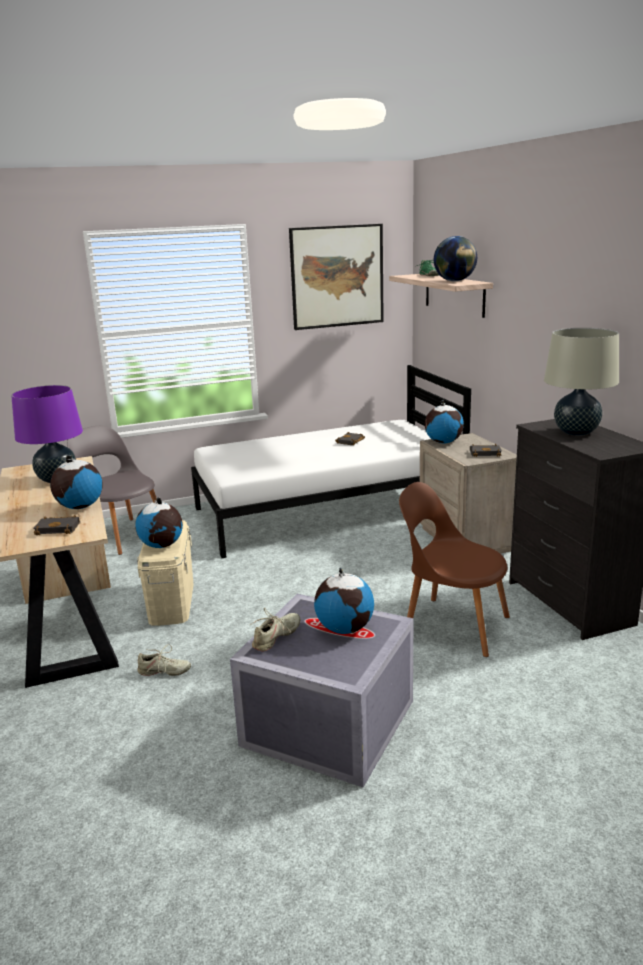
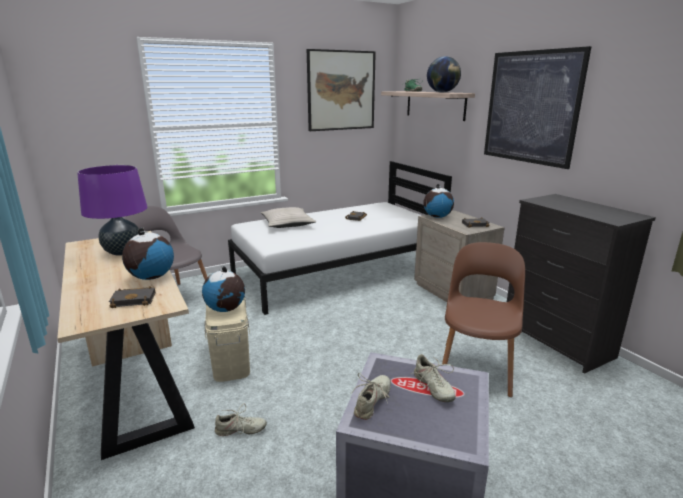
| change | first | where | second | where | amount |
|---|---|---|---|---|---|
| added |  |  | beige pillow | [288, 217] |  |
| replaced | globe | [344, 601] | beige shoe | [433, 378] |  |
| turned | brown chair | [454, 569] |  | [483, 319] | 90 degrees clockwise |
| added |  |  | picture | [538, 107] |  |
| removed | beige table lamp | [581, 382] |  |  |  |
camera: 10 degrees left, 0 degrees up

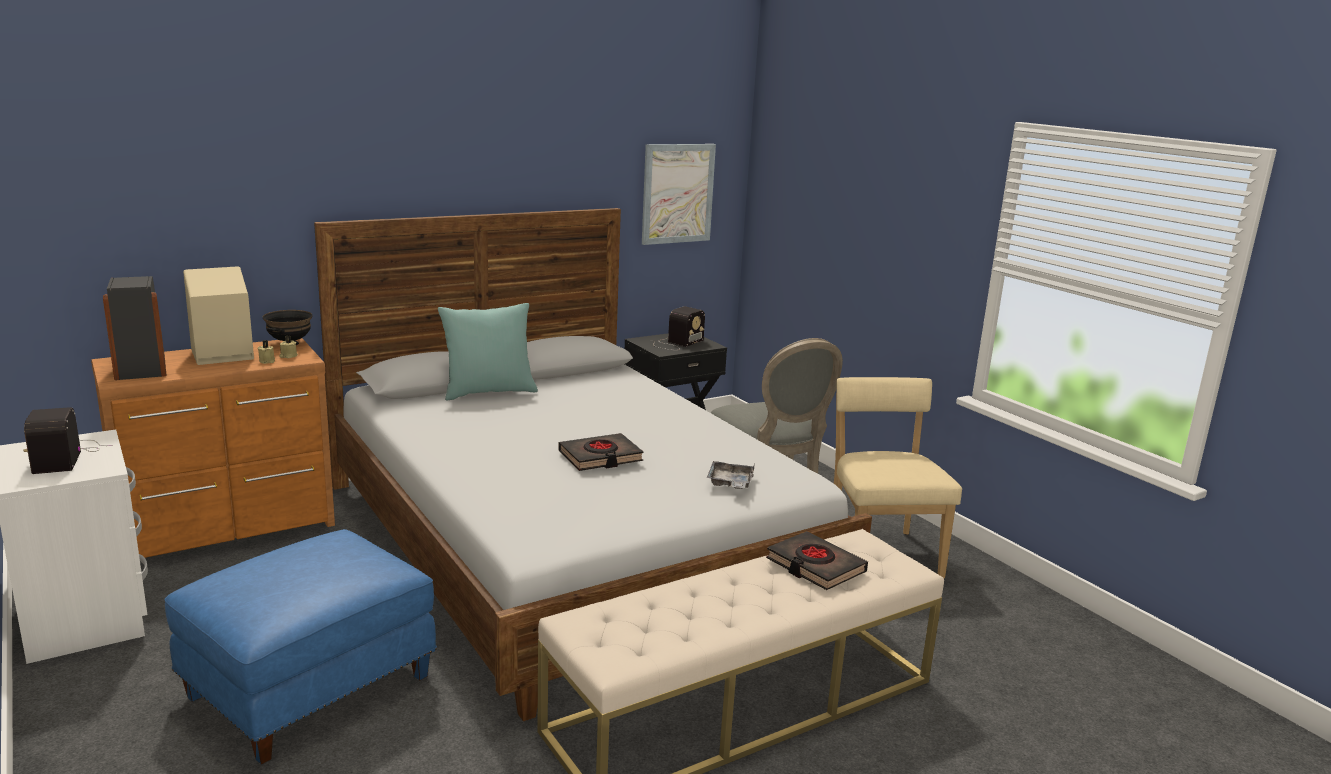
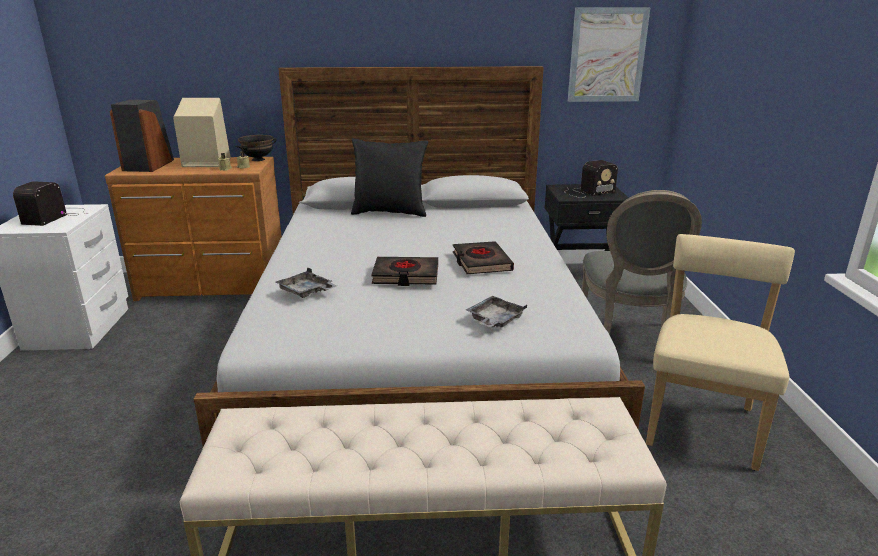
| change | first | where | second | where | amount |
|---|---|---|---|---|---|
| added |  |  | grey tray | [306, 282] |  |
| recoloured | turquoise pillow | [488, 352] | black pillow | [389, 177] |  |
| moved | black book | [817, 560] |  | [483, 257] |  |
| removed | blue ottoman | [300, 646] |  |  |  |
camera: 30 degrees right, 5 degrees up

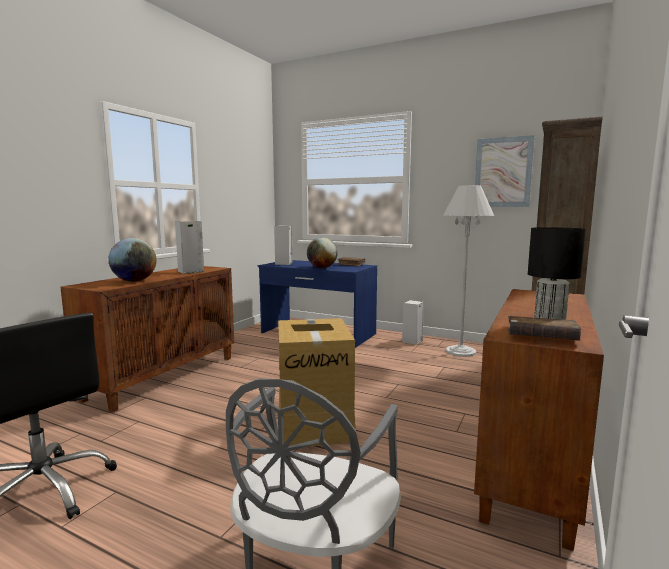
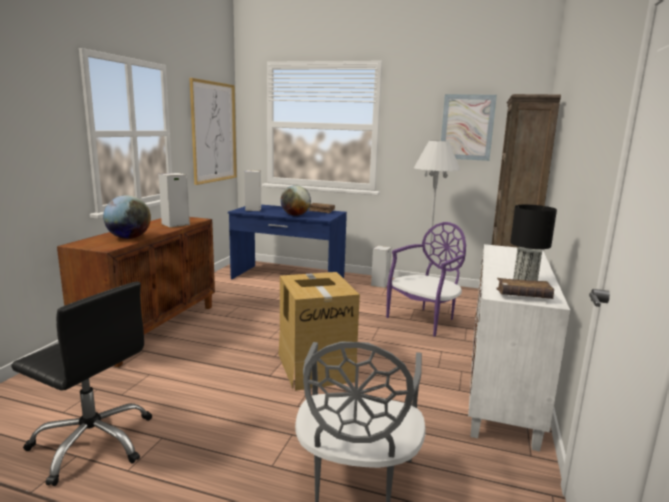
| change | first | where | second | where | amount |
|---|---|---|---|---|---|
| added |  |  | picture | [213, 131] |  |
| added |  |  | purple chair | [426, 279] |  |
| recoloured | brown cabinet | [539, 420] | white cabinet | [519, 348] |  |
camera: 10 degrees left, 5 degrees up

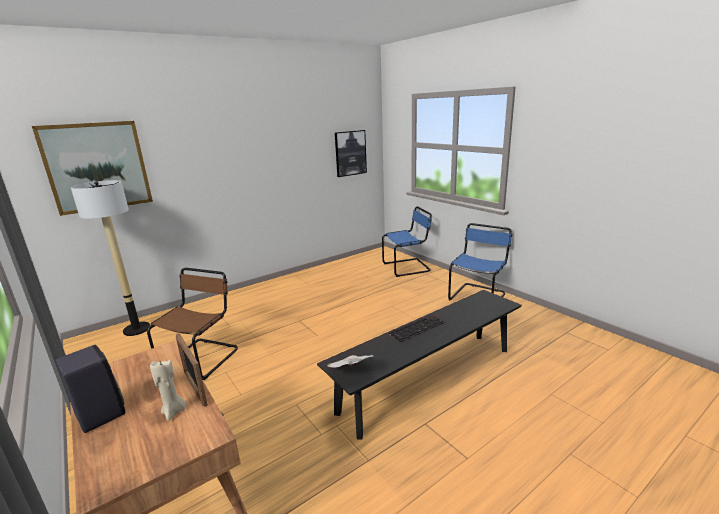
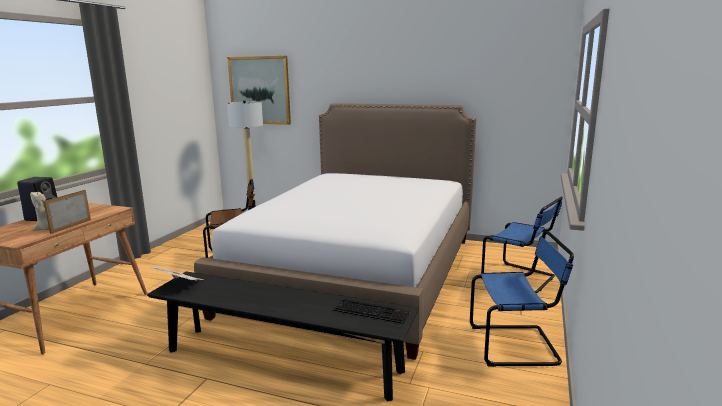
| change | first | where | second | where | amount |
|---|---|---|---|---|---|
| added |  |  | bed | [335, 232] |  |
| moved | keyboard | [417, 328] |  | [371, 311] |  |
| removed | picture | [351, 153] |  |  |  |
camera: 55 degrees right, 5 degrees down

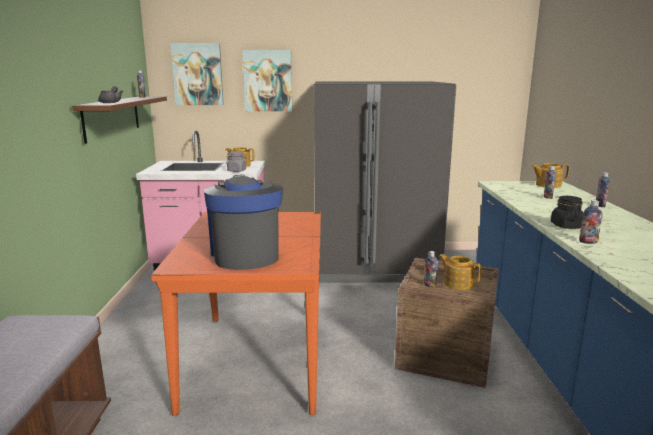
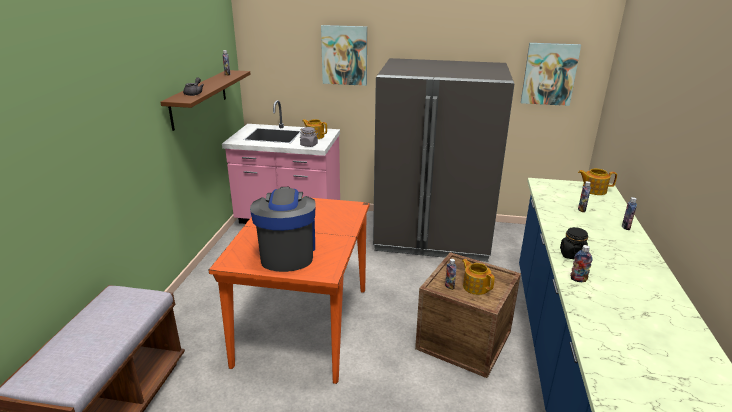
| change | first | where | second | where | amount |
|---|---|---|---|---|---|
| moved | picture | [197, 74] |  | [551, 74] |  |
camera: 10 degrees right, 10 degrees up

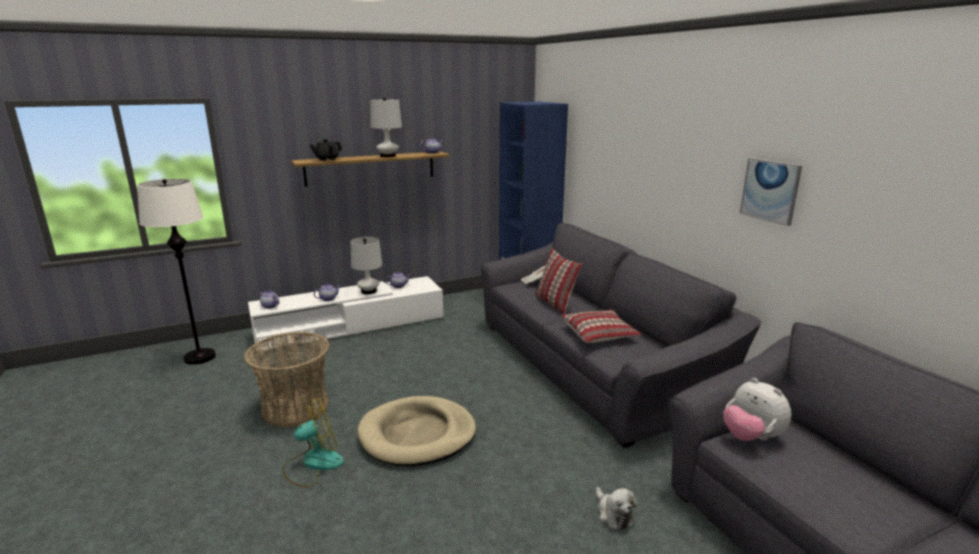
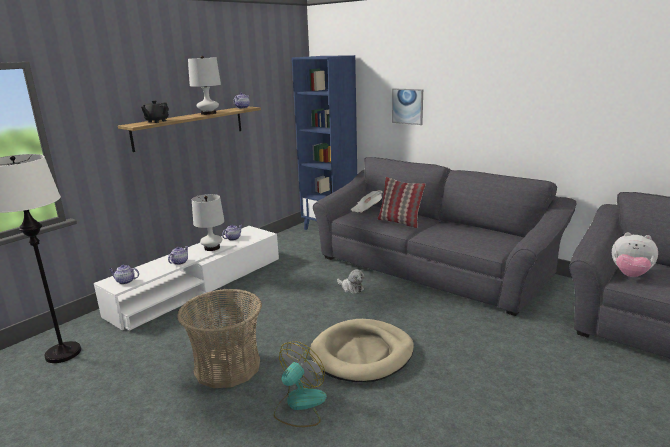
| change | first | where | second | where | amount |
|---|---|---|---|---|---|
| moved | plush toy | [616, 508] |  | [351, 281] |  |
| moved | picture | [771, 192] |  | [407, 106] |  |
| removed | pillow | [601, 326] |  |  |  |
camera: 25 degrees left, 0 degrees up

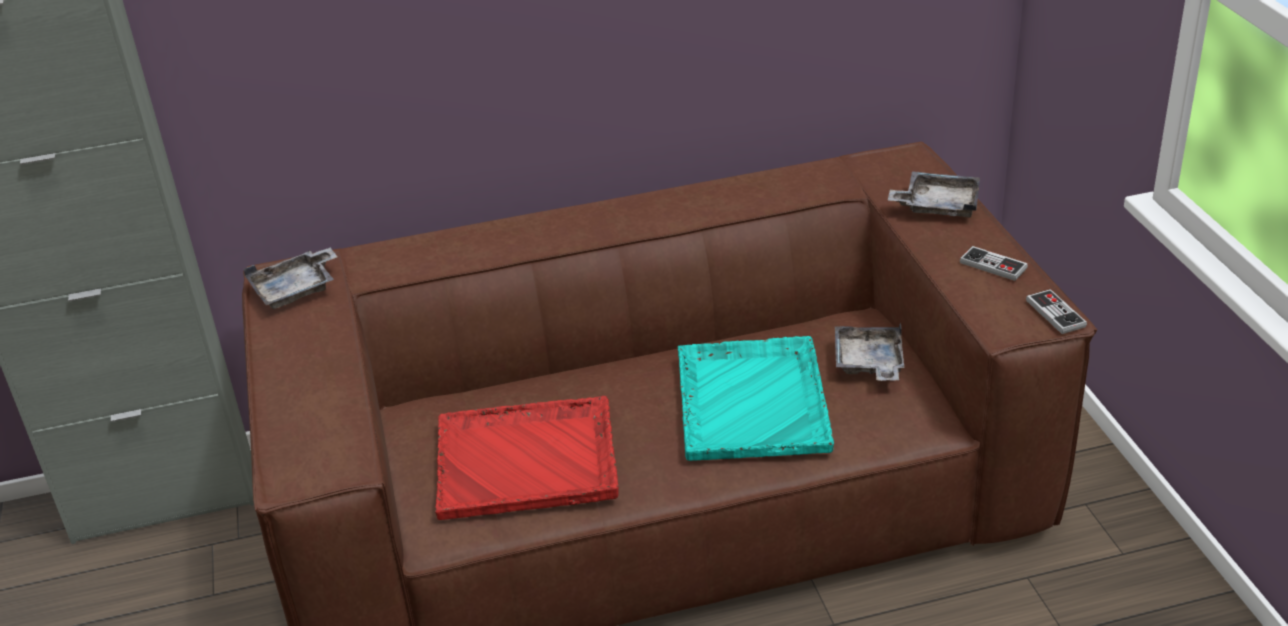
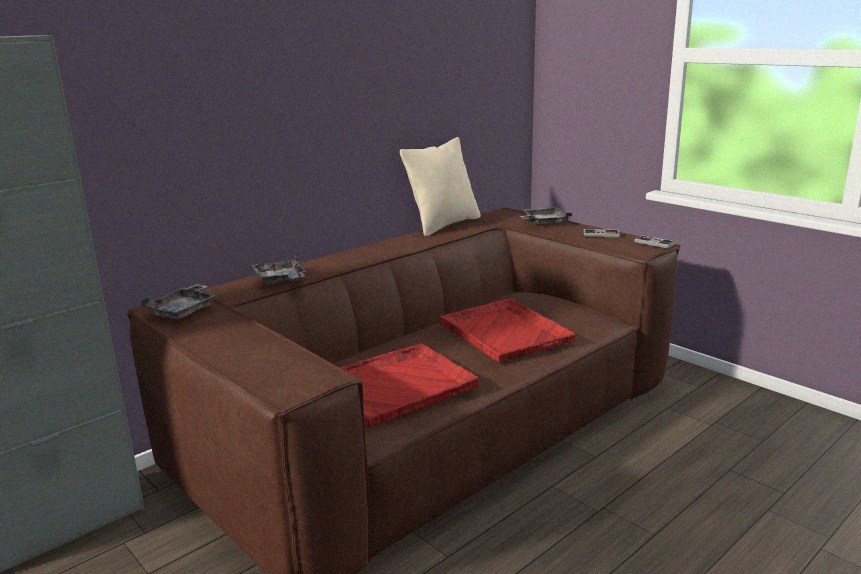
| change | first | where | second | where | amount |
|---|---|---|---|---|---|
| moved | grey tray | [869, 352] |  | [278, 270] |  |
| added |  |  | beige pillow | [440, 187] |  |
| recoloured | turquoise tray | [755, 398] | red tray | [508, 330] |  |
camera: 30 degrees left, 15 degrees down

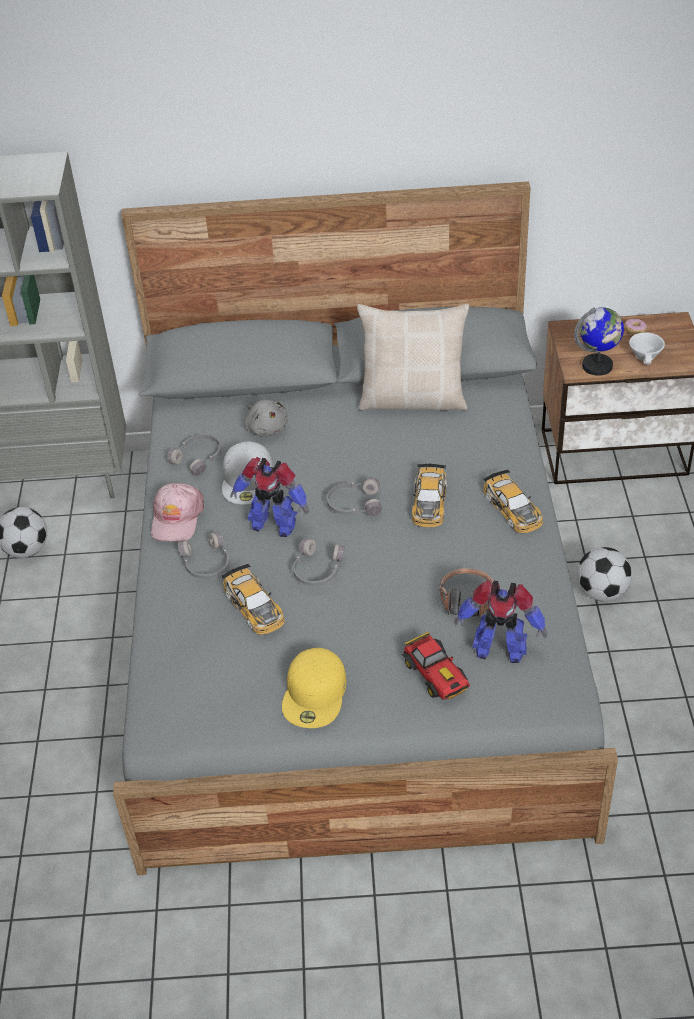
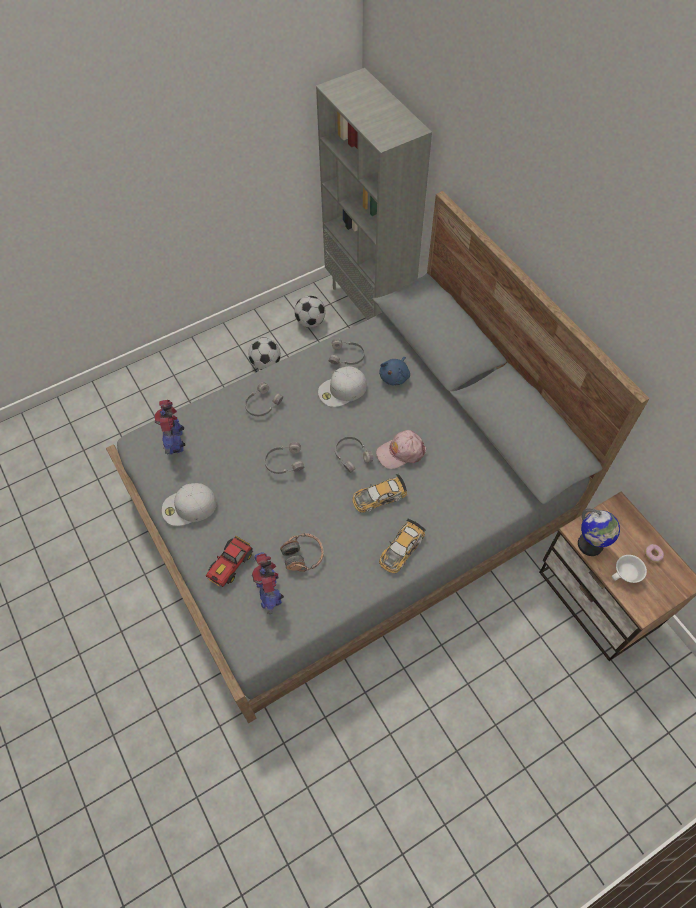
| change | first | where | second | where | amount |
|---|---|---|---|---|---|
| moved | toy robot | [269, 497] |  | [170, 427] |  |
| recoloured | yellow cap | [314, 688] | white cap | [189, 504] |  |
| moved | football | [604, 574] |  | [264, 354] |  |
| moved | pink cap | [177, 512] |  | [401, 449] |  |
| recoloured | grey plush toy | [266, 418] | blue plush toy | [394, 371] |  |
| removed | toy car | [253, 599] |  |  |  |
| removed | beige pillow | [413, 357] |  |  |  |
camera: 60 degrees right, 15 degrees up

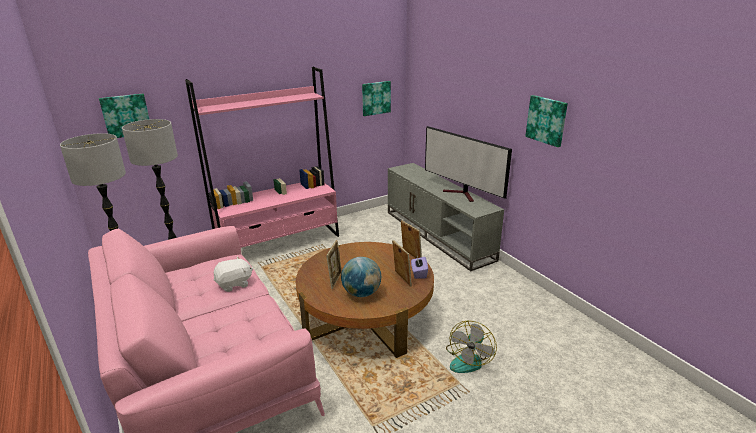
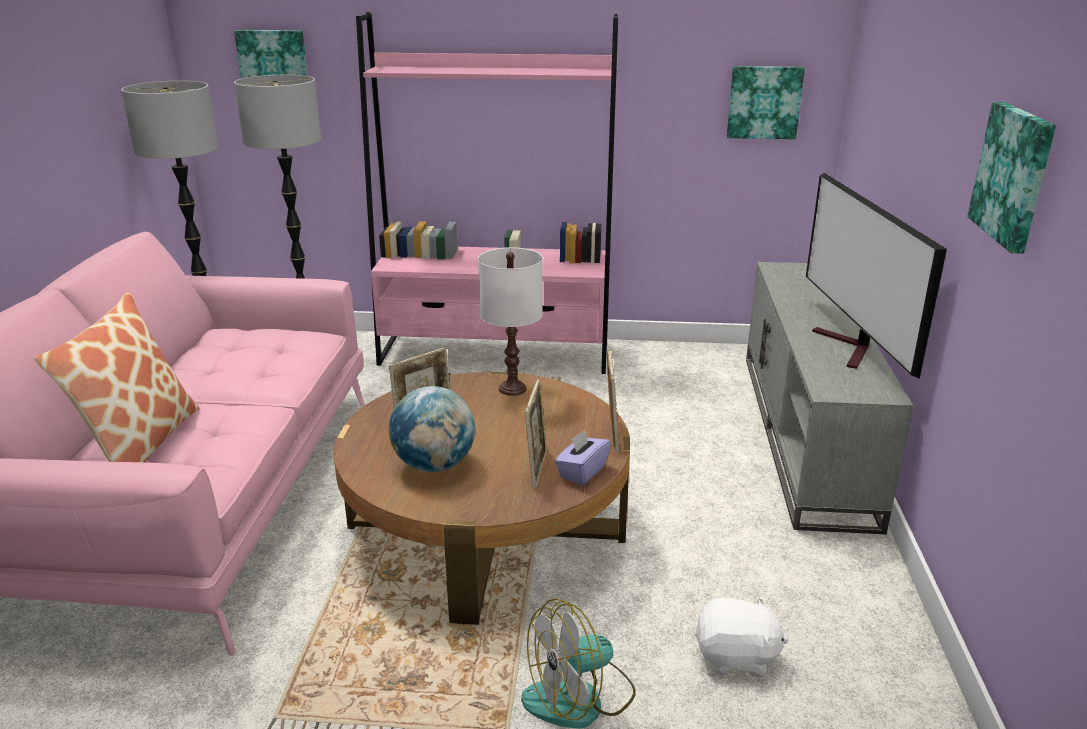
| change | first | where | second | where | amount |
|---|---|---|---|---|---|
| added |  |  | pillow | [117, 377] |  |
| added |  |  | white table lamp | [510, 321] |  |
| moved | white plush toy | [233, 274] |  | [741, 636] |  |
camera: 35 degrees right, 0 degrees up

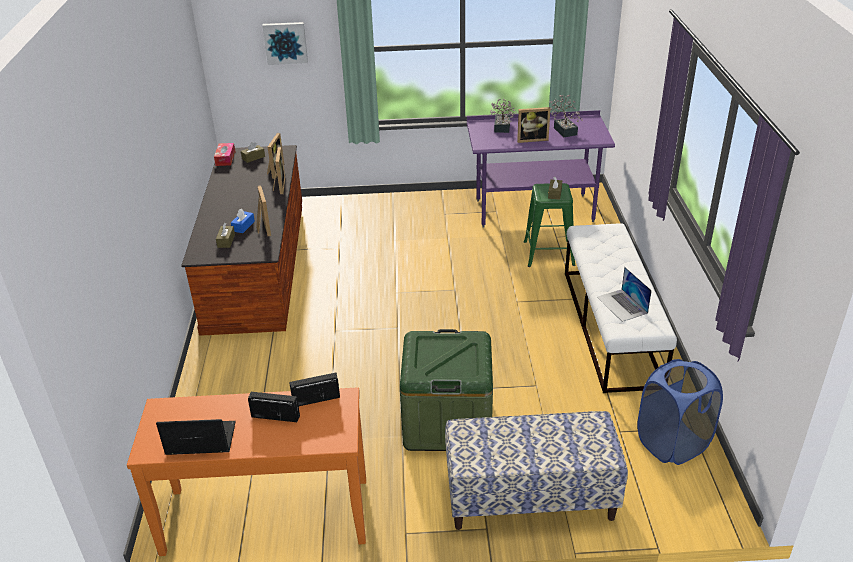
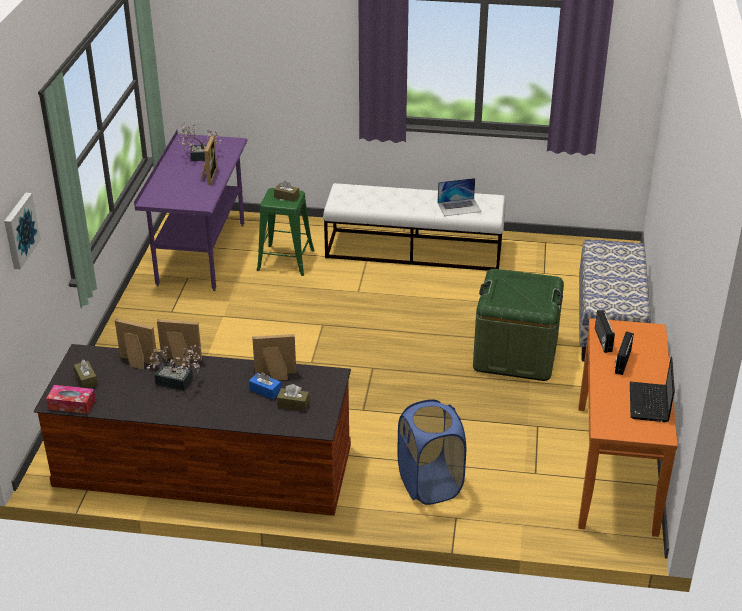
| change | first | where | second | where | amount |
|---|---|---|---|---|---|
| moved | potted plant | [503, 116] |  | [173, 367] |  |
| moved | blue laundry basket | [680, 412] |  | [431, 452] |  |
camera: 80 degrees left, 0 degrees up

